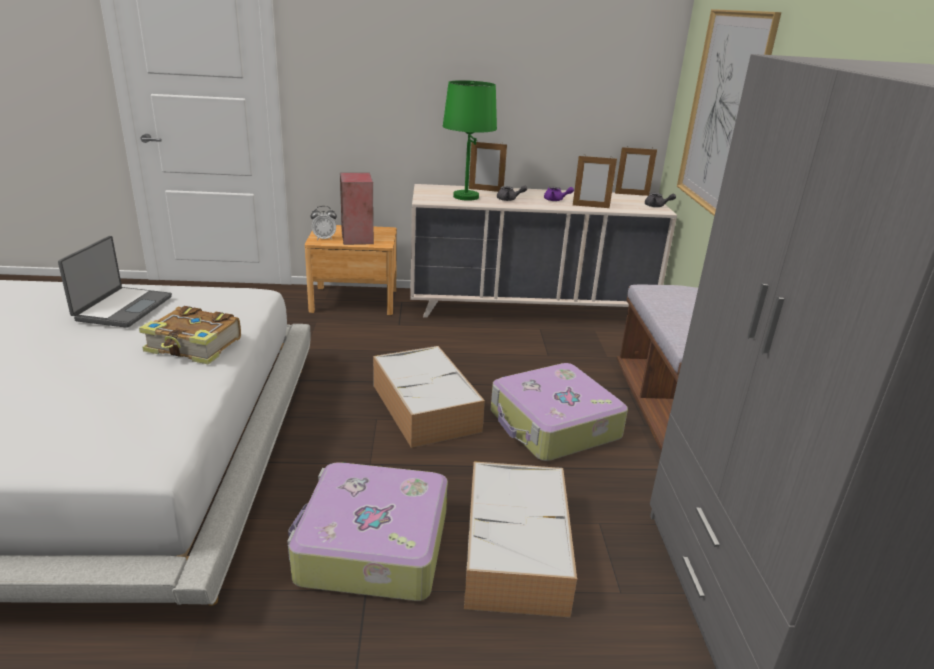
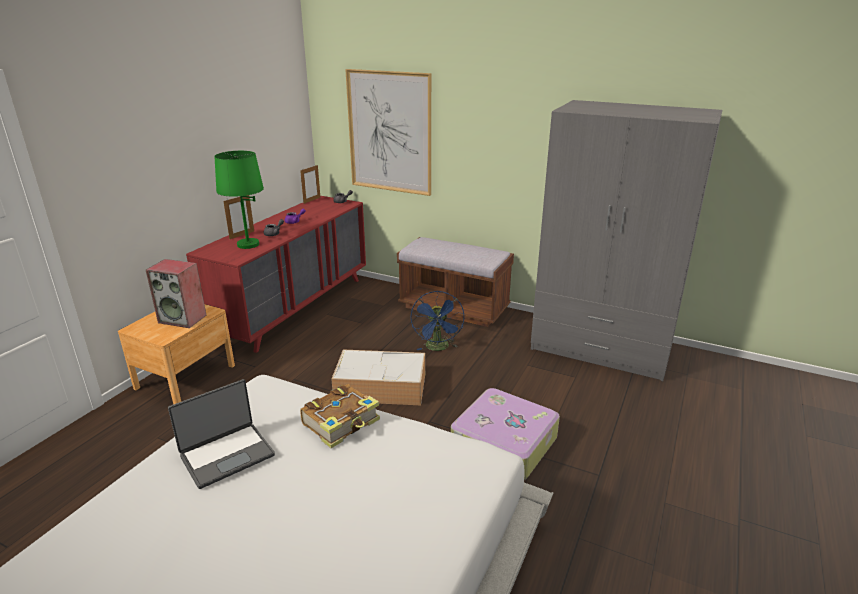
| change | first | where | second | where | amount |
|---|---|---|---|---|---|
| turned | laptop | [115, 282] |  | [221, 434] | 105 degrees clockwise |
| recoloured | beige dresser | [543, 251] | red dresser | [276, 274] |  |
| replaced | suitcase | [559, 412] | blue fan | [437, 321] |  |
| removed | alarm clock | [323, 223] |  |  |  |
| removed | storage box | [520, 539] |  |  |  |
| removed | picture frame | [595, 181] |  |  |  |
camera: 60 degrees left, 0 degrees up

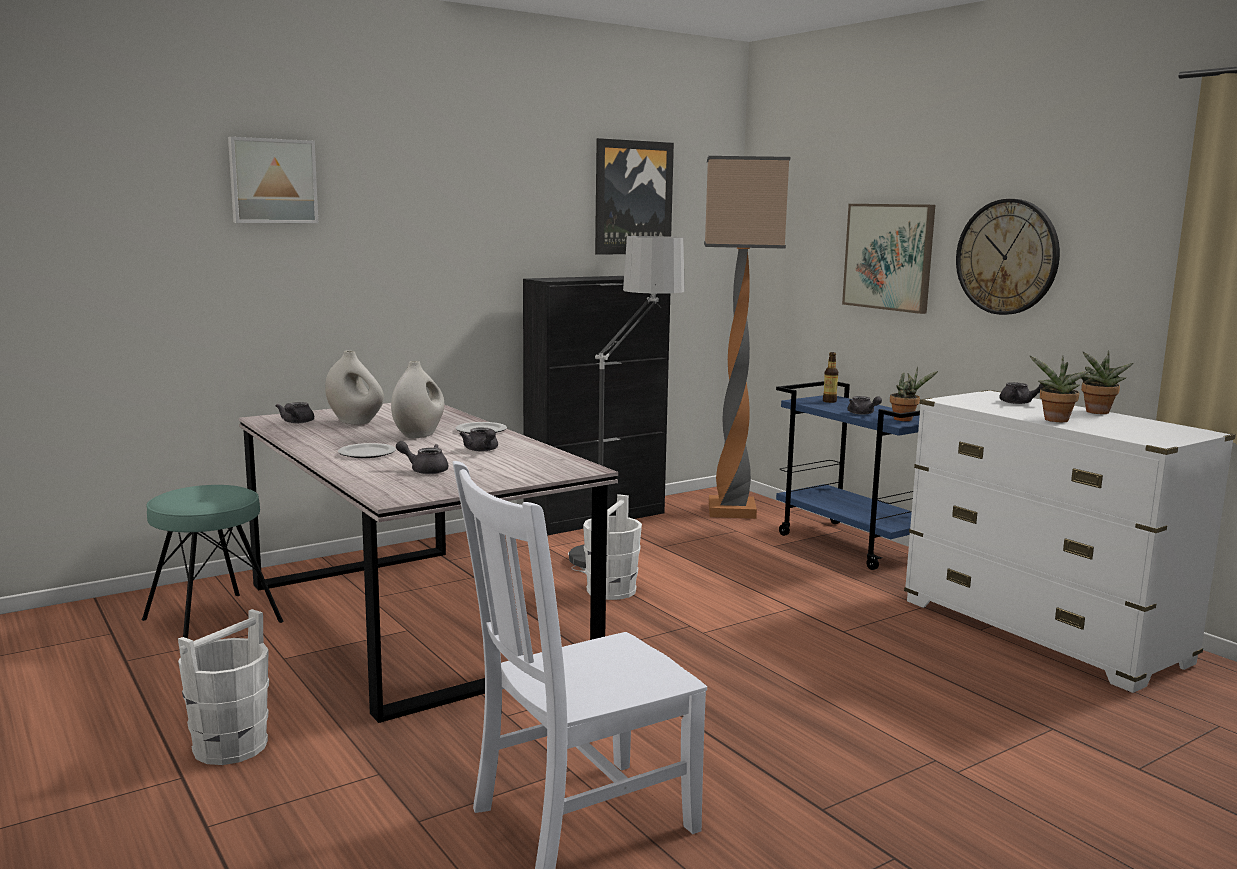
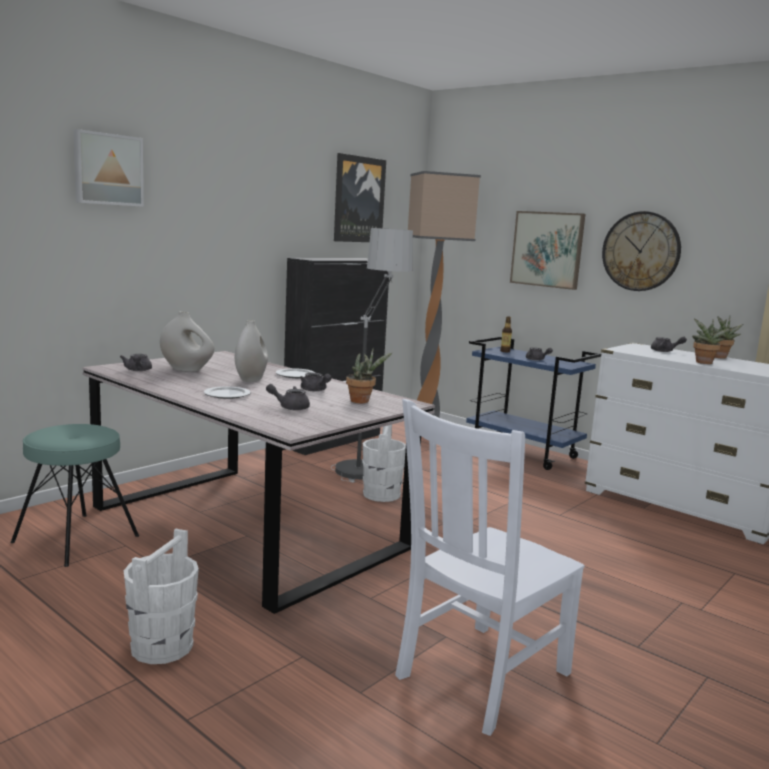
| change | first | where | second | where | amount |
|---|---|---|---|---|---|
| moved | potted plant | [914, 394] |  | [369, 375] |  |
camera: 15 degrees left, 0 degrees up

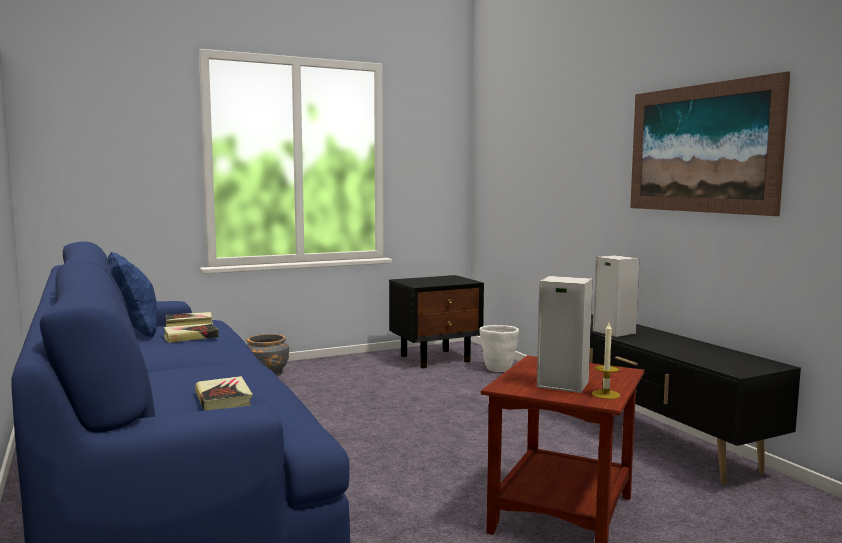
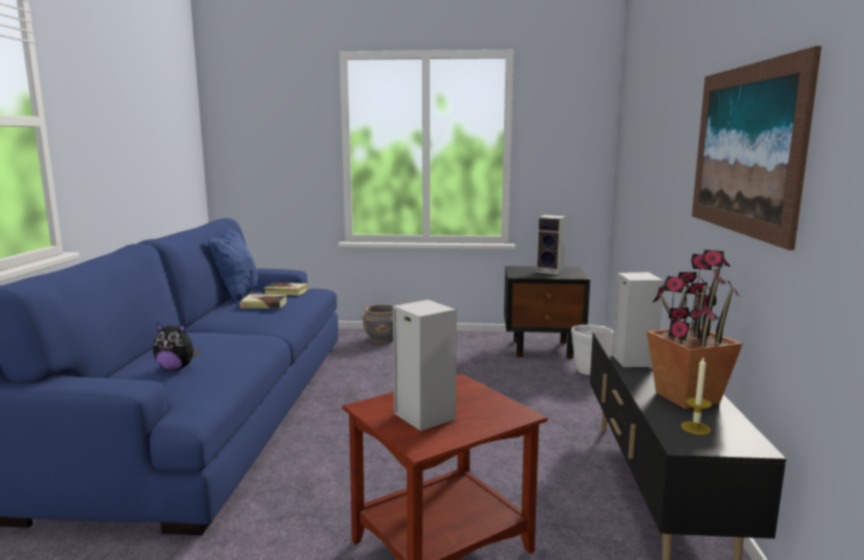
| change | first | where | second | where | amount |
|---|---|---|---|---|---|
| replaced | book | [224, 393] | plush toy | [177, 346] |  |
| added |  |  | speaker | [551, 245] |  |
| added |  |  | potted plant | [695, 329] |  |
| moved | candle | [606, 361] |  | [696, 395] |  |
camera: 30 degrees right, 5 degrees up

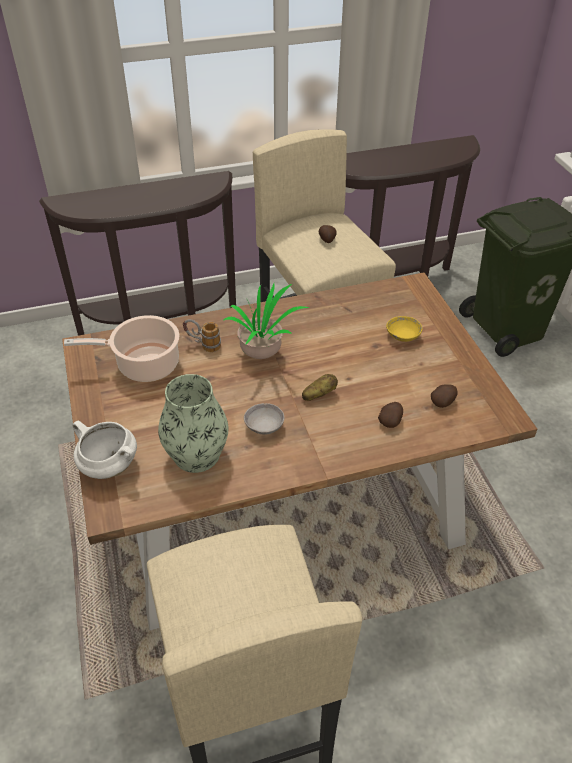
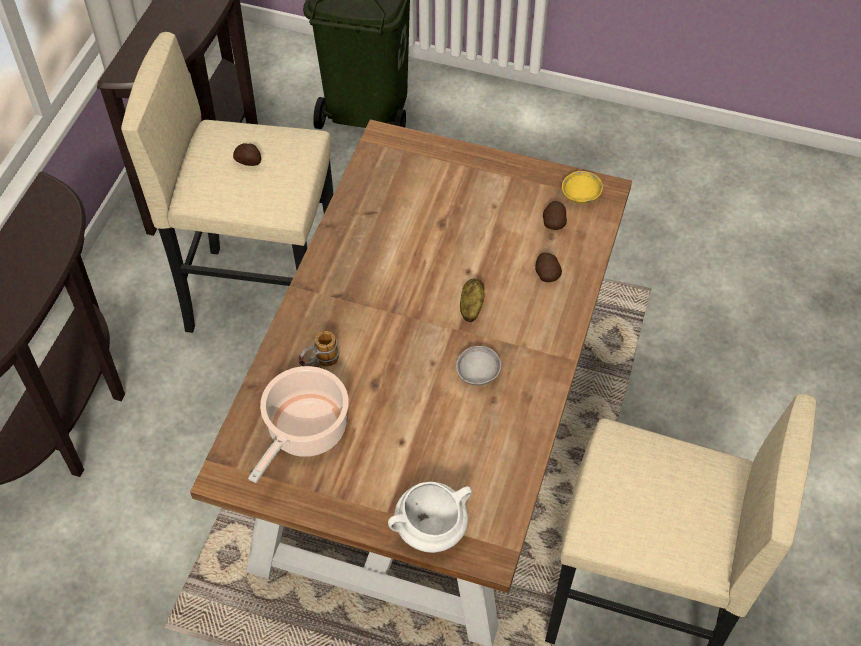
| change | first | where | second | where | amount |
|---|---|---|---|---|---|
| moved | yellow bowl | [404, 329] |  | [582, 187] |  |
| removed | vase | [193, 423] |  |  |  |
| removed | potted plant | [266, 321] |  |  |  |
camera: 55 degrees left, 10 degrees up

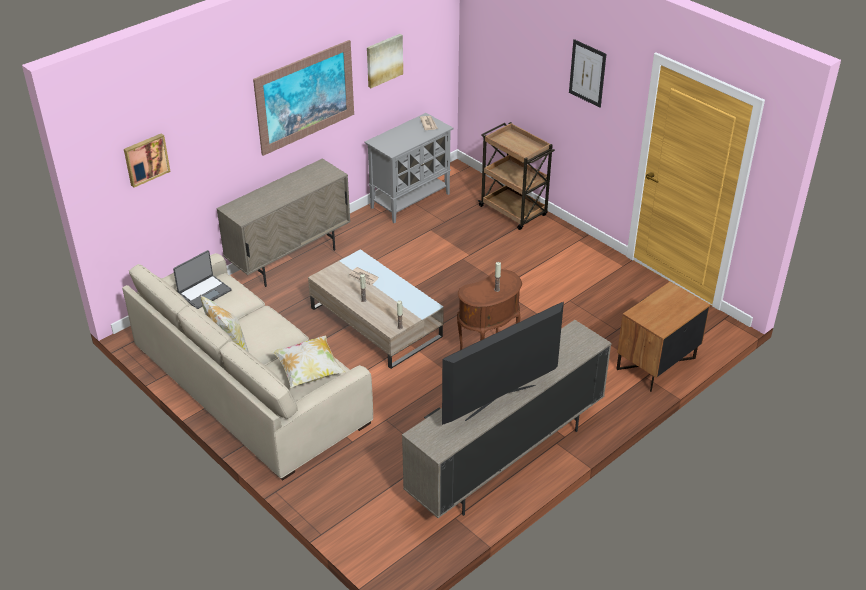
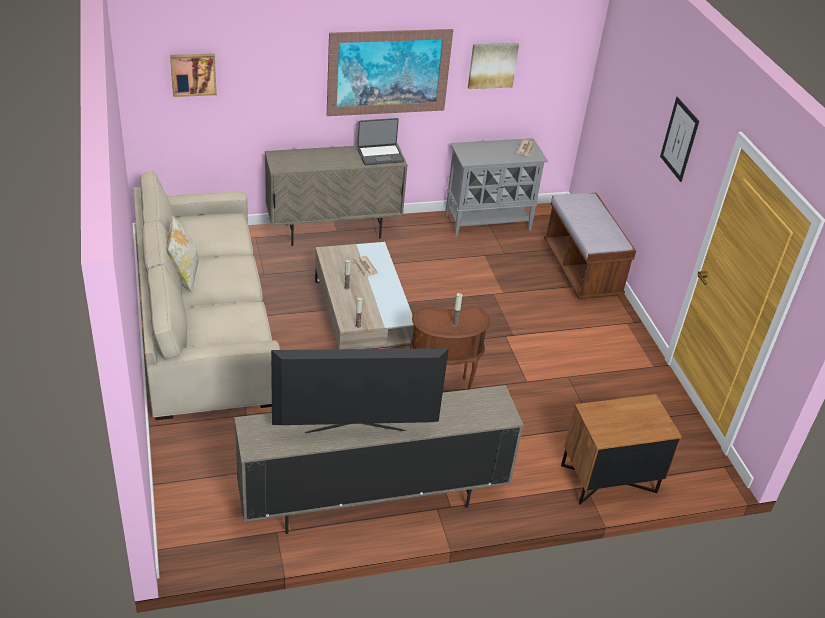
| change | first | where | second | where | amount |
|---|---|---|---|---|---|
| moved | laptop | [202, 279] |  | [380, 141] |  |
| replaced | brown cart | [516, 176] | brown bench | [590, 246] |  |
| removed | pillow | [308, 362] |  |  |  |
camera: 25 degrees right, 0 degrees up

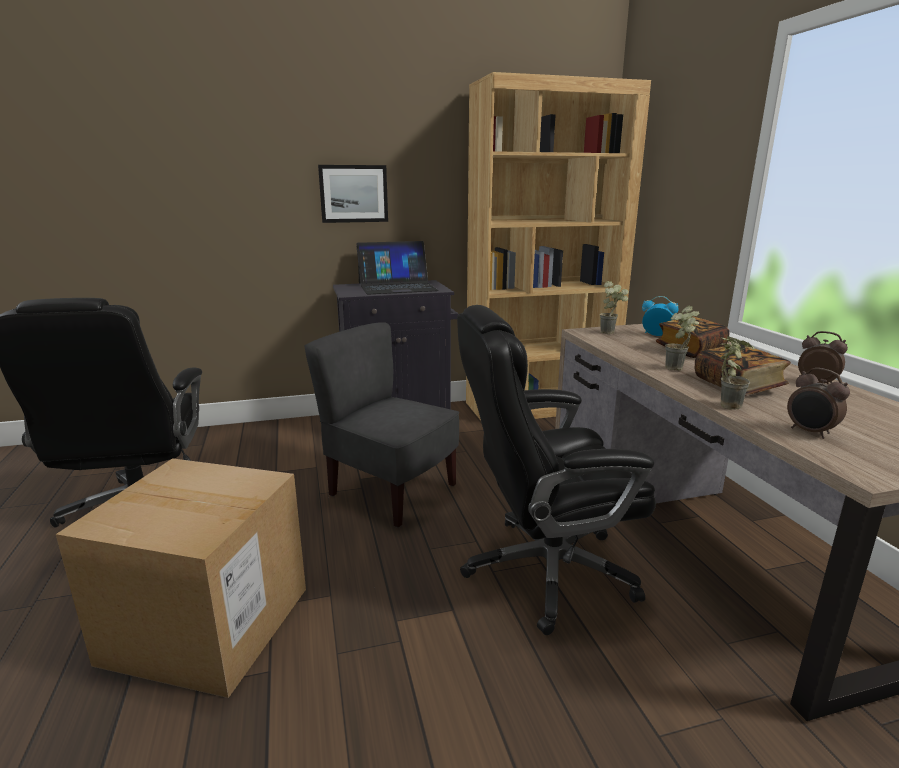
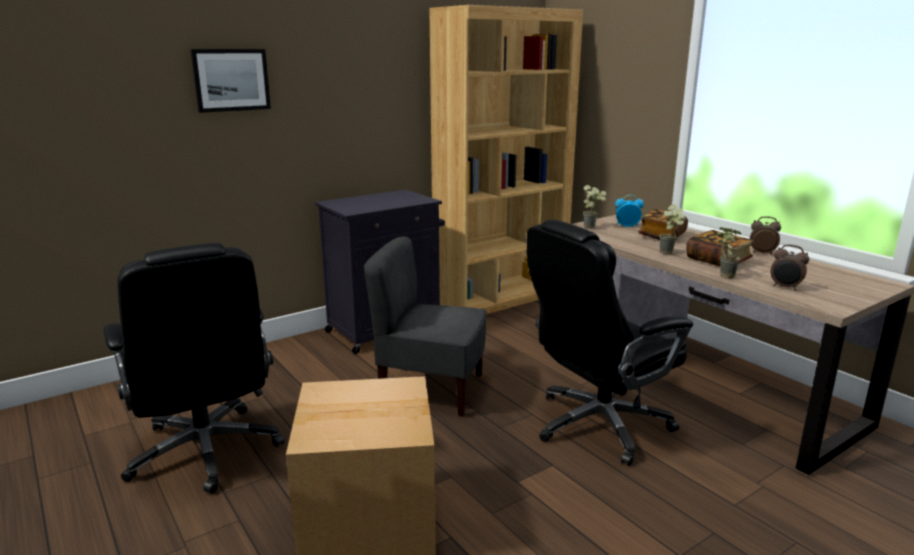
| change | first | where | second | where | amount |
|---|---|---|---|---|---|
| moved | picture | [353, 194] |  | [230, 81] |  |
| removed | laptop | [397, 267] |  |  |  |
camera: 20 degrees left, 0 degrees up

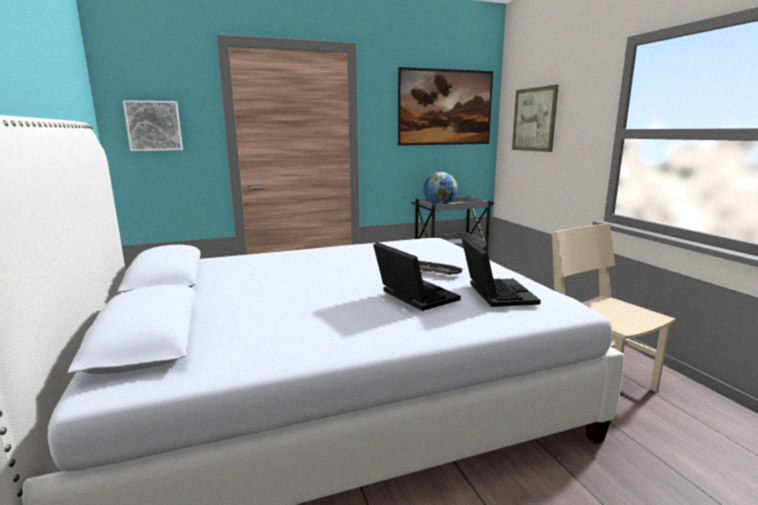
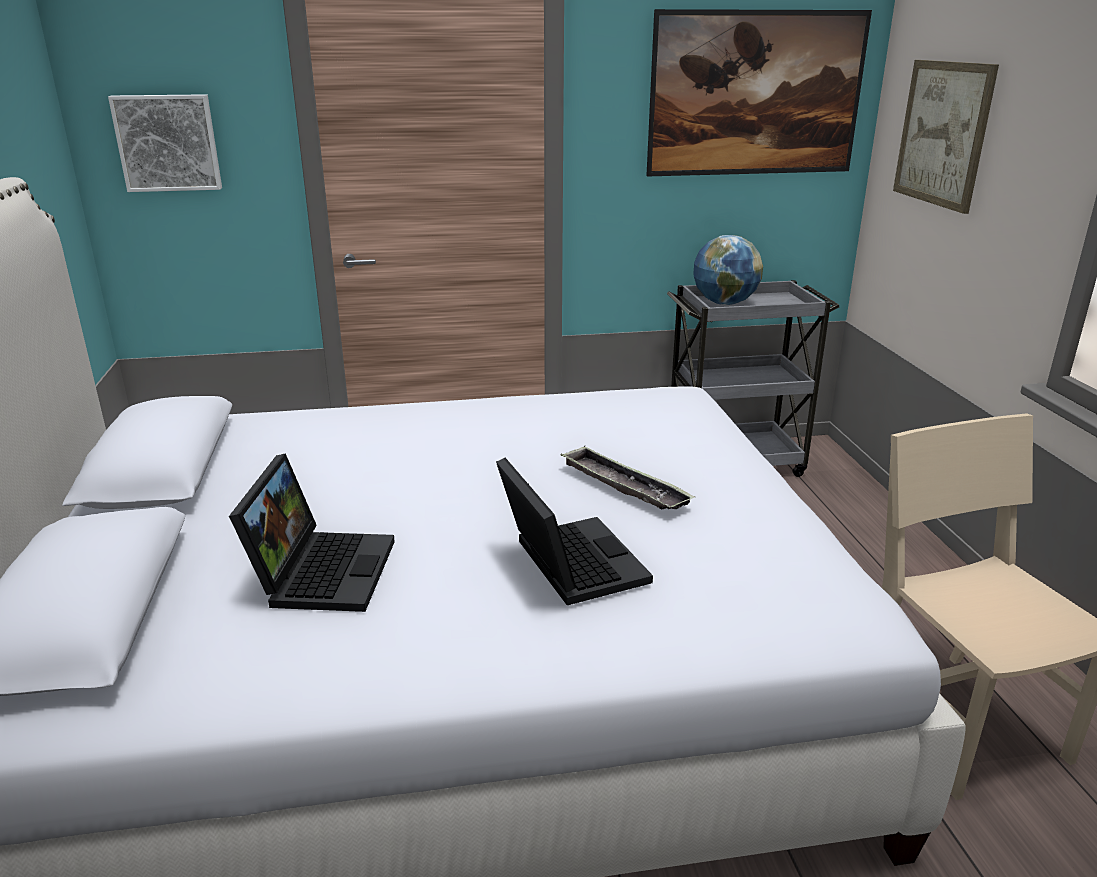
| change | first | where | second | where | amount |
|---|---|---|---|---|---|
| moved | laptop | [501, 272] |  | [312, 532] |  |
camera: 10 degrees right, 10 degrees up

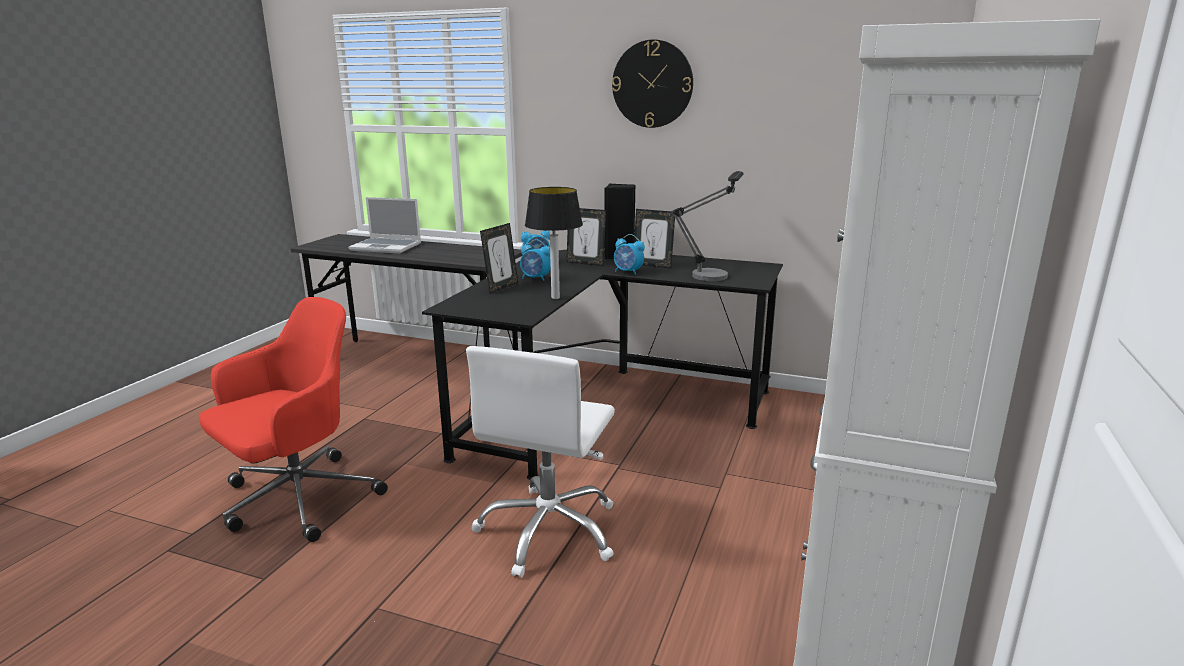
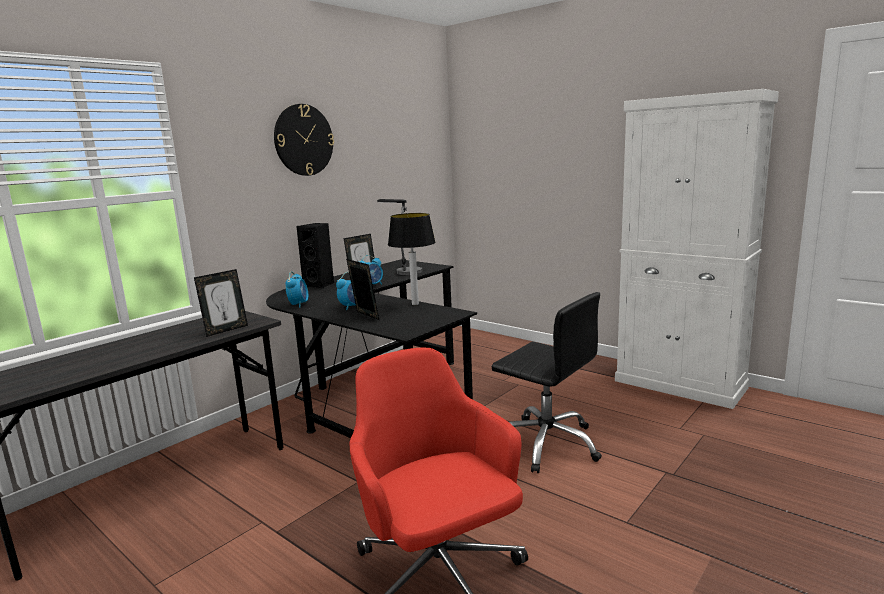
| change | first | where | second | where | amount |
|---|---|---|---|---|---|
| moved | picture frame | [586, 237] |  | [221, 303] |  |
| recoloured | white office chair | [540, 462] | black office chair | [547, 382] |  |
| removed | laptop | [384, 225] |  |  |  |
camera: 70 degrees left, 5 degrees down

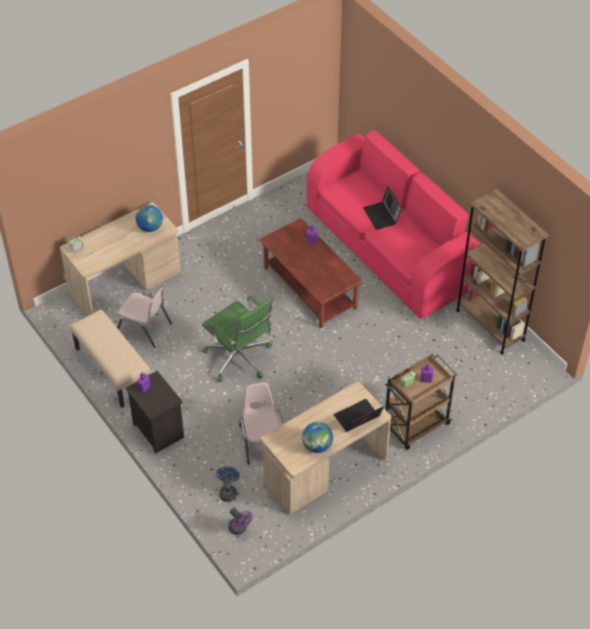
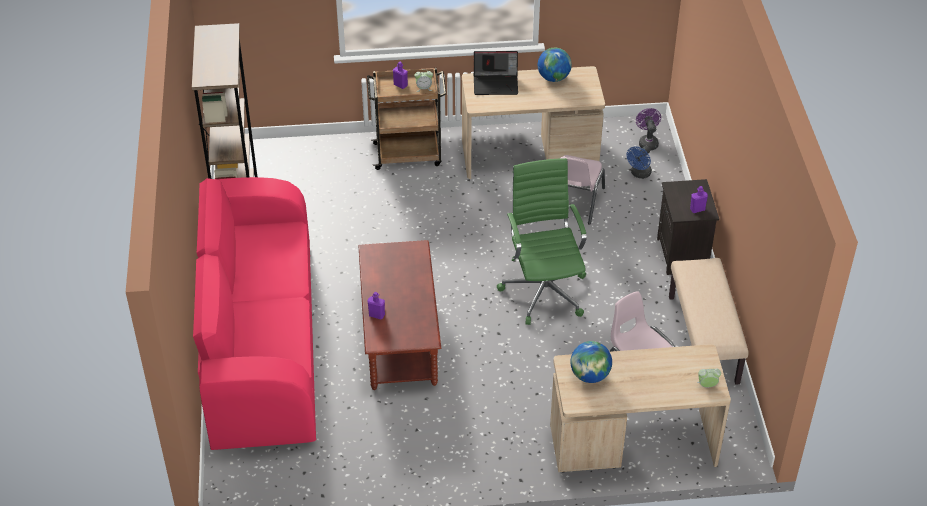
| change | first | where | second | where | amount |
|---|---|---|---|---|---|
| removed | laptop | [382, 208] |  |  |  |
camera: 150 degrees left, 5 degrees down

